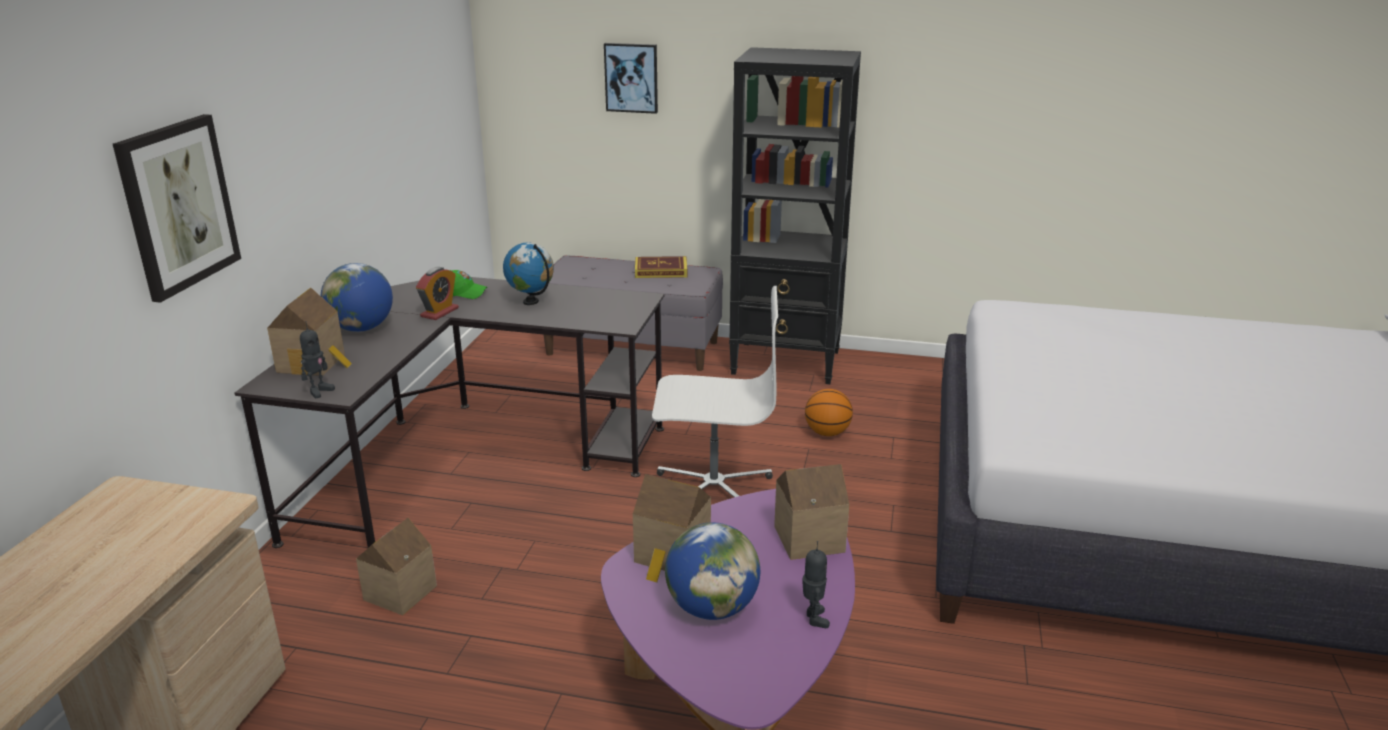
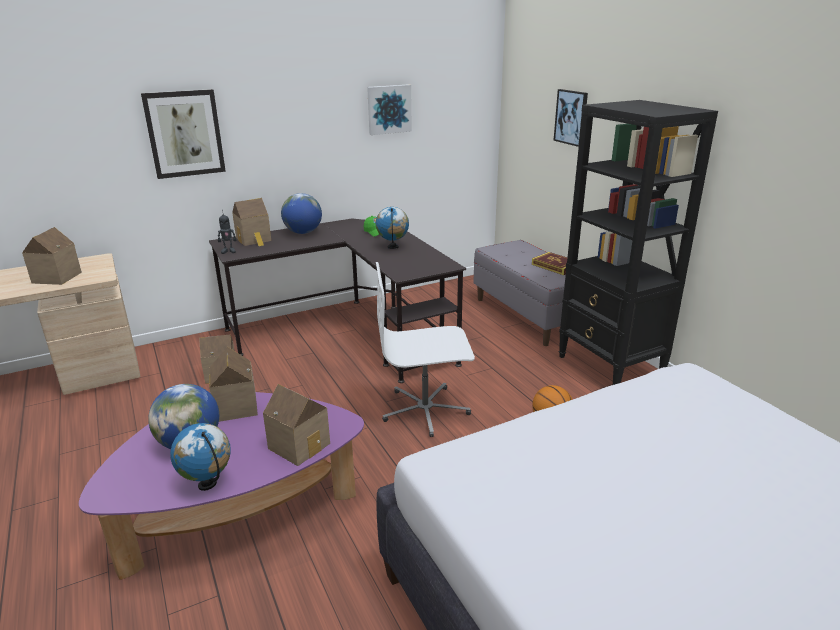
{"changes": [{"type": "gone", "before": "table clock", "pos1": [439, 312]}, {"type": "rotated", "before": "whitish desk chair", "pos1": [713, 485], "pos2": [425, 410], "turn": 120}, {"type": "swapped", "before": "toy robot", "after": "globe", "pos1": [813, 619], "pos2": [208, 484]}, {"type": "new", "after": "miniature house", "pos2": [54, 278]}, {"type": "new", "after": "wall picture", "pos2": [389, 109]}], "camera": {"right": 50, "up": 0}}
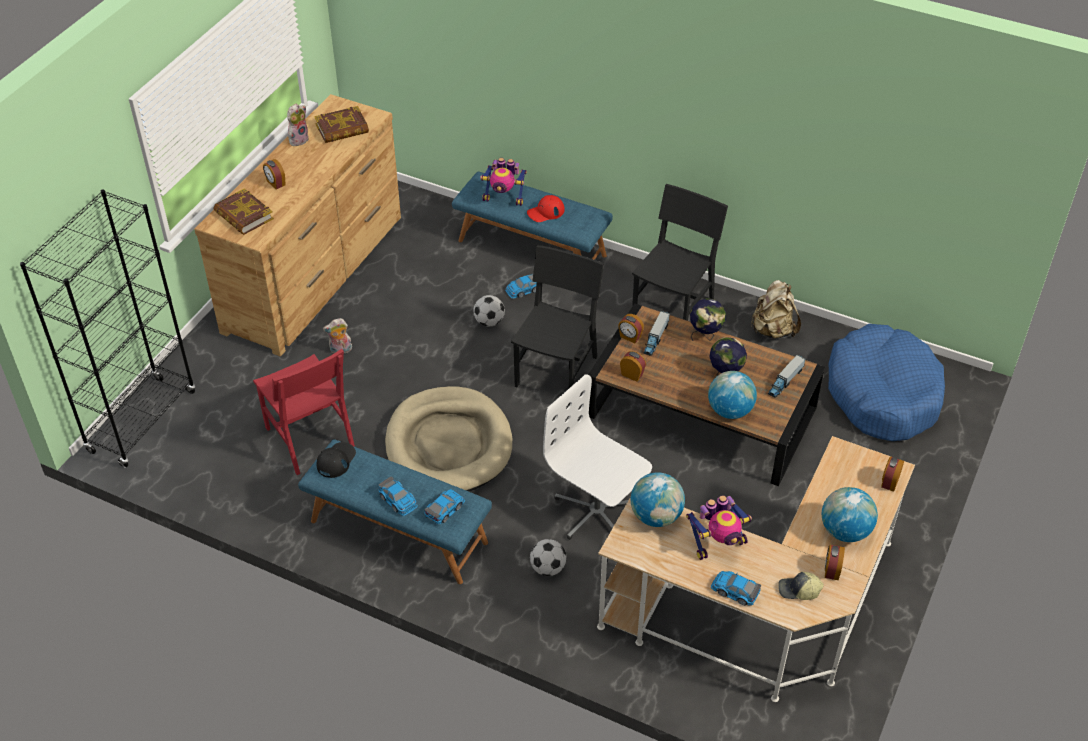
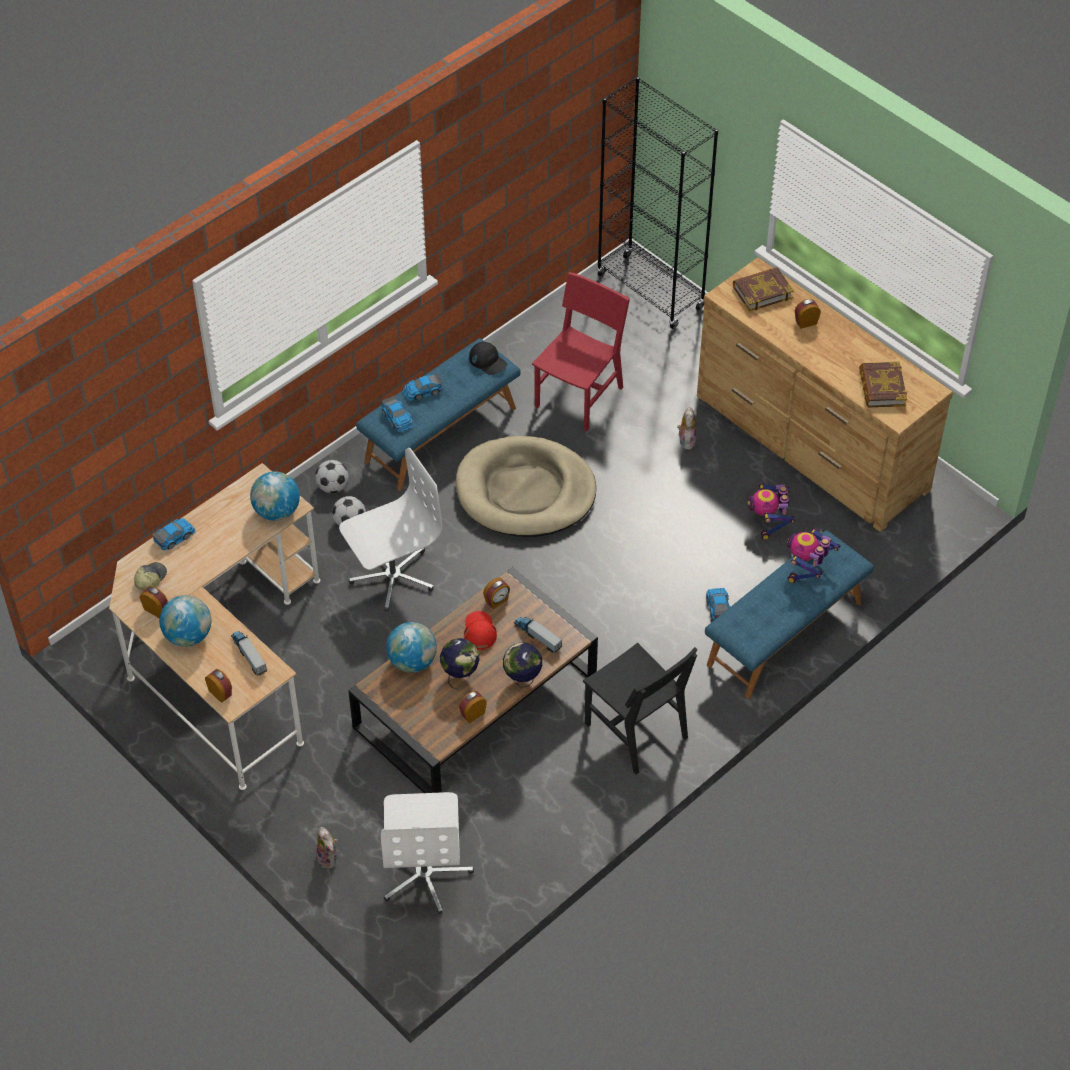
{"changes": [{"type": "rotated", "before": "red plain chair", "pos1": [309, 438], "pos2": [579, 397], "turn": 135}, {"type": "shifted", "before": "plush toy", "pos1": [298, 139], "pos2": [329, 858]}, {"type": "shifted", "before": "football ball", "pos1": [489, 322], "pos2": [333, 487]}, {"type": "gone", "before": "blackish plain chair", "pos1": [556, 371]}, {"type": "shifted", "before": "red peaked cap", "pos1": [545, 212], "pos2": [479, 631]}, {"type": "shifted", "before": "table clock", "pos1": [630, 337], "pos2": [472, 713]}, {"type": "shifted", "before": "toy robot", "pos1": [718, 544], "pos2": [768, 522]}, {"type": "gone", "before": "sand-coloured rucksack", "pos1": [773, 330]}, {"type": "shifted", "before": "model truck", "pos1": [785, 381], "pos2": [248, 655]}, {"type": "swapped", "before": "blue pet bed", "after": "whitish desk chair", "pos1": [883, 394], "pos2": [425, 873]}], "camera": {"right": 110, "up": 5}}
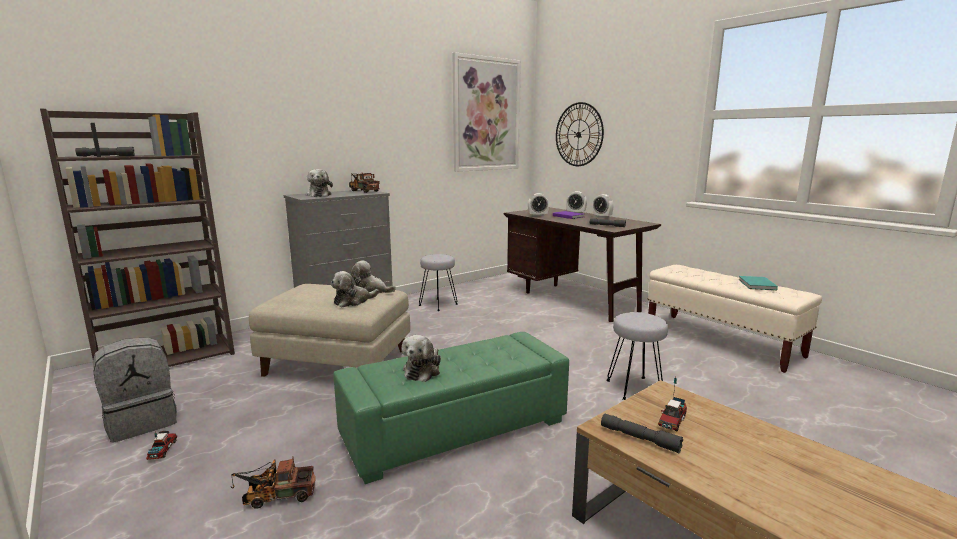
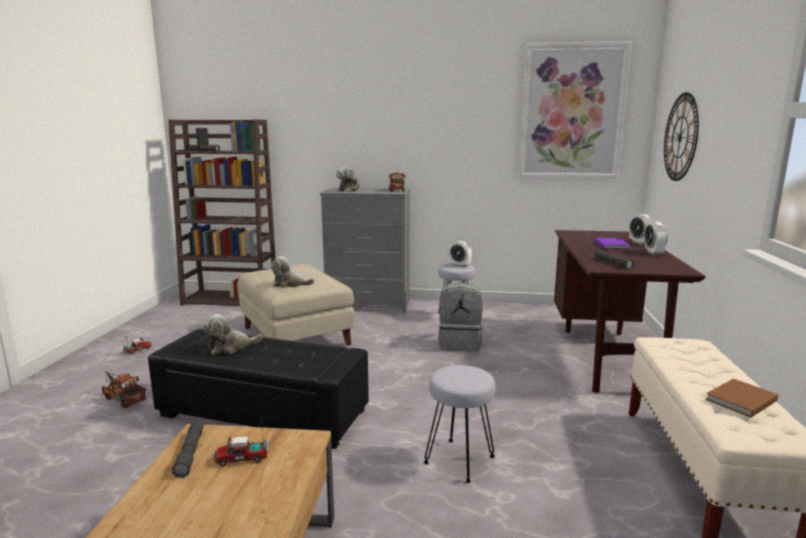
{"changes": [{"type": "shifted", "before": "gray rucksack", "pos1": [142, 421], "pos2": [460, 343]}, {"type": "repainted", "before": "green pouffe", "after": "blackish pouffe", "pos1": [455, 429], "pos2": [263, 412]}, {"type": "gone", "before": "plush toy", "pos1": [371, 291]}, {"type": "shifted", "before": "table clock", "pos1": [537, 215], "pos2": [460, 265]}, {"type": "repainted", "before": "blue-green book", "after": "brownish book", "pos1": [756, 285], "pos2": [739, 400]}], "camera": {"right": 45, "up": 0}}
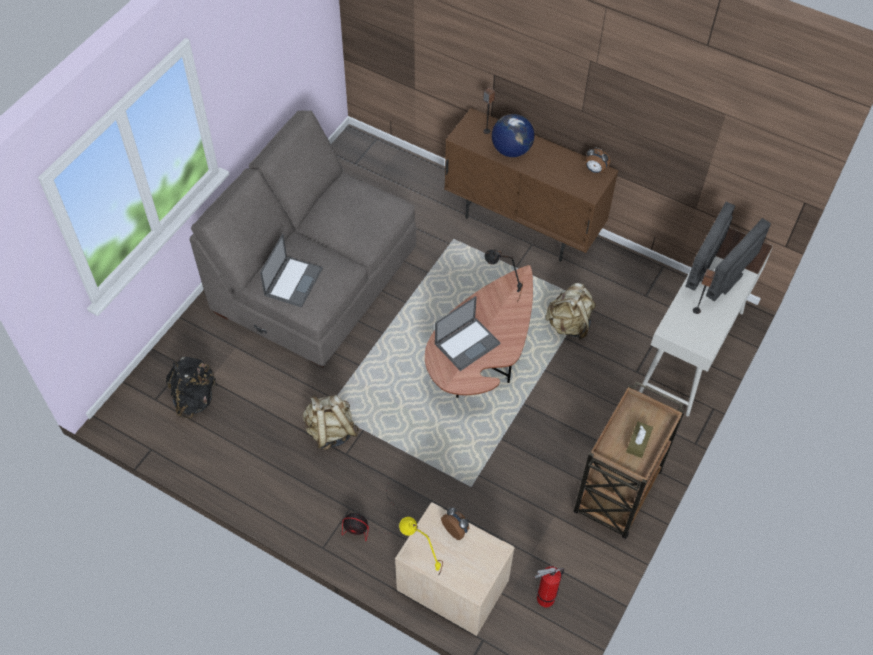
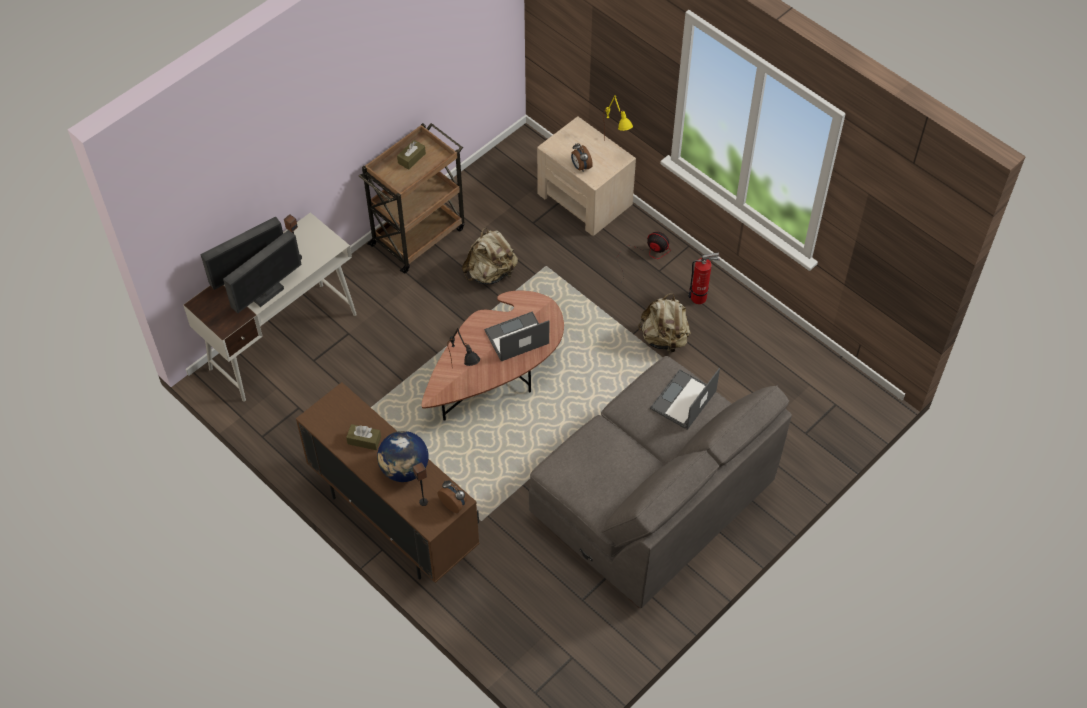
{"changes": [{"type": "gone", "before": "blackish rucksack", "pos1": [195, 398]}, {"type": "shifted", "before": "fire-fighting cylinder", "pos1": [543, 599], "pos2": [701, 297]}, {"type": "shifted", "before": "sand-coloured rucksack", "pos1": [569, 324], "pos2": [490, 273]}, {"type": "shifted", "before": "table clock", "pos1": [595, 170], "pos2": [454, 504]}, {"type": "new", "after": "brownish tissue holder", "pos2": [364, 440]}], "camera": {"right": -165, "up": 0}}
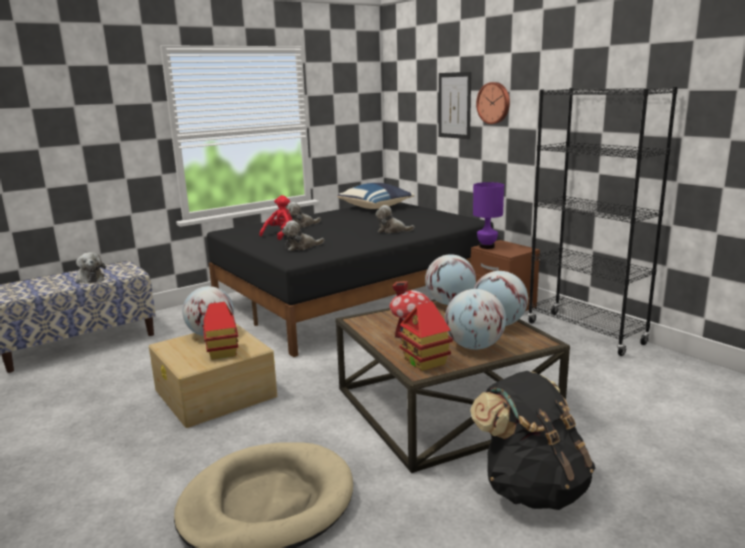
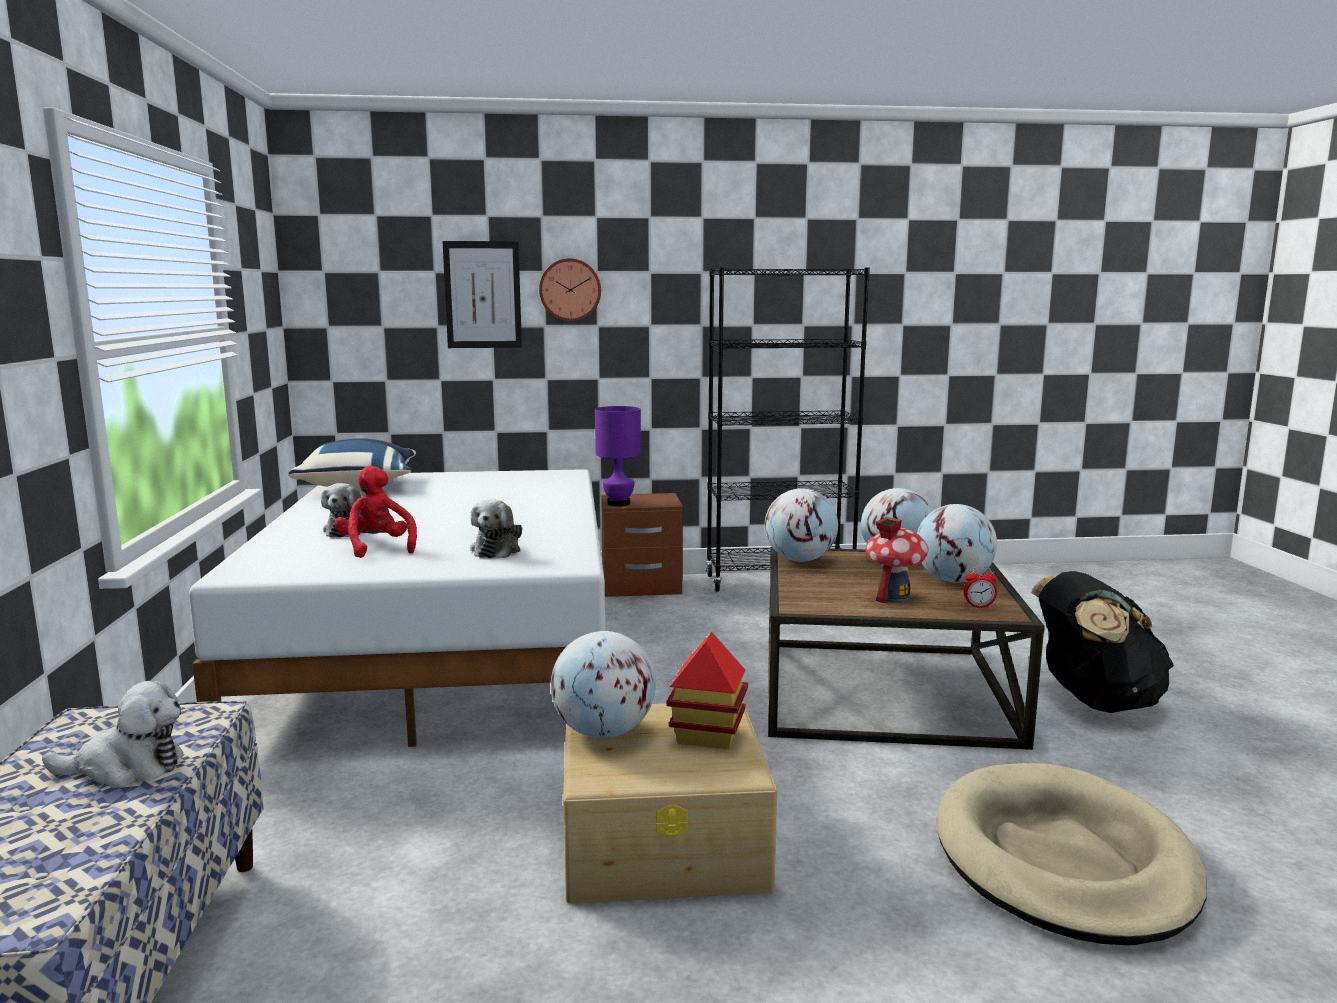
{"changes": [{"type": "repainted", "before": "blackish bed", "after": "whitish bed", "pos1": [354, 298], "pos2": [446, 649]}, {"type": "gone", "before": "plush toy", "pos1": [392, 230]}, {"type": "swapped", "before": "miniature house", "after": "table clock", "pos1": [425, 362], "pos2": [979, 606]}], "camera": {"right": -60, "up": -5}}
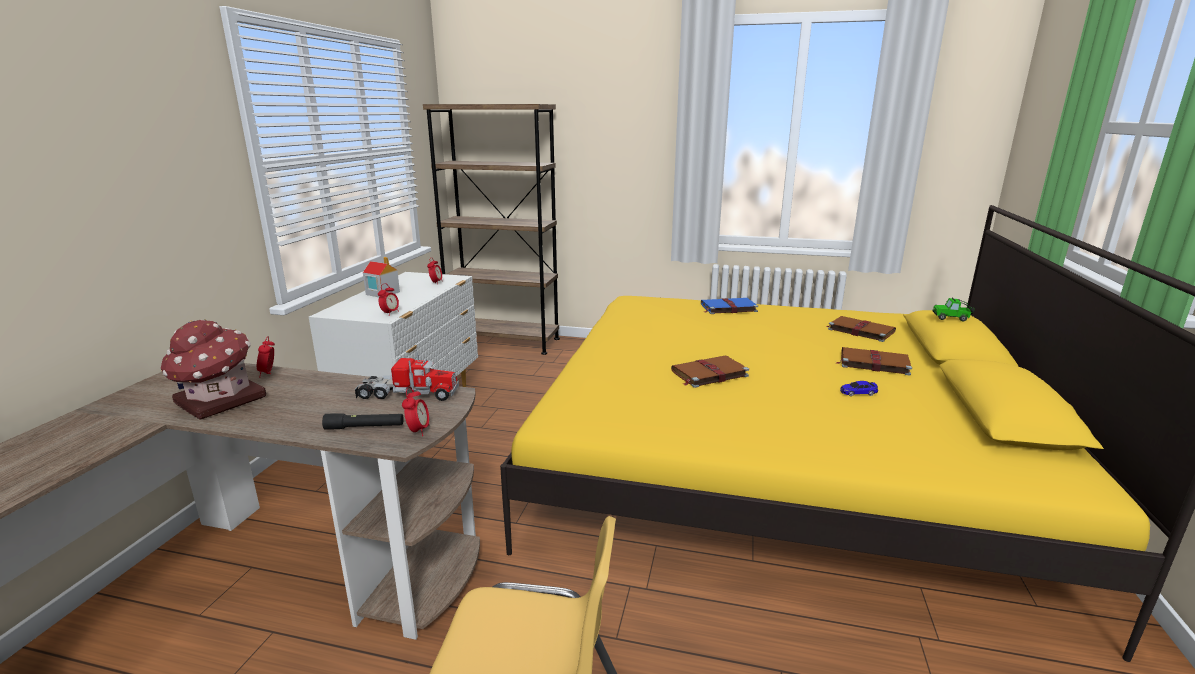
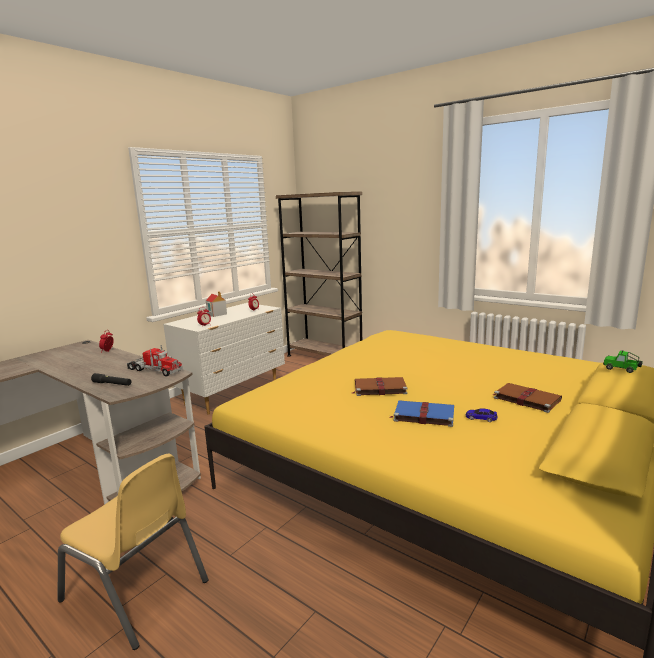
{"changes": [{"type": "gone", "before": "miniature house", "pos1": [218, 401]}, {"type": "gone", "before": "table clock", "pos1": [418, 431]}, {"type": "shifted", "before": "blue book", "pos1": [727, 308], "pos2": [423, 415]}, {"type": "gone", "before": "brownish book", "pos1": [859, 330]}], "camera": {"right": 25, "up": -5}}
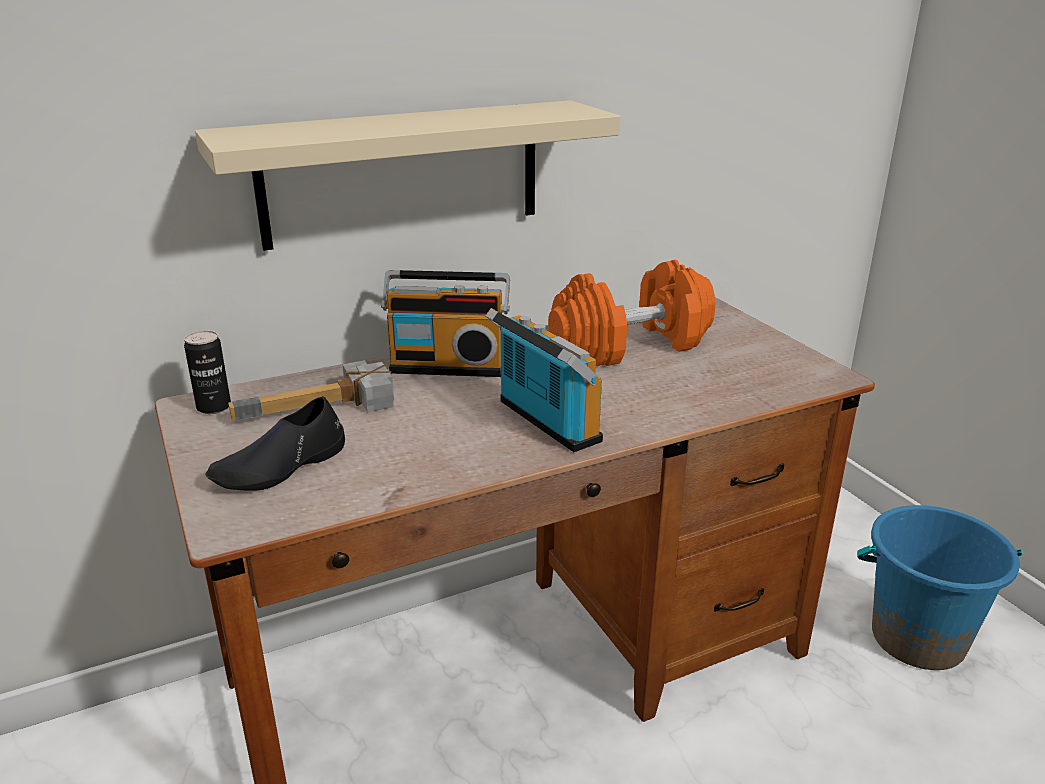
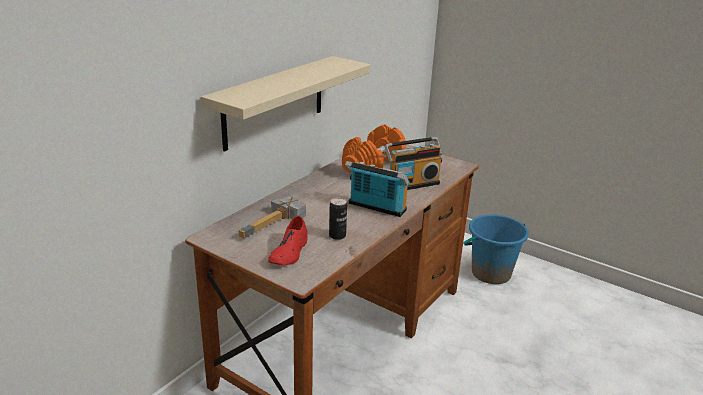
{"changes": [{"type": "shifted", "before": "metal can", "pos1": [214, 407], "pos2": [337, 236]}, {"type": "repainted", "before": "blackish low shoe", "after": "red low shoe", "pos1": [280, 467], "pos2": [289, 252]}, {"type": "shifted", "before": "radio receiver", "pos1": [448, 365], "pos2": [412, 184]}], "camera": {"right": -30, "up": 0}}
